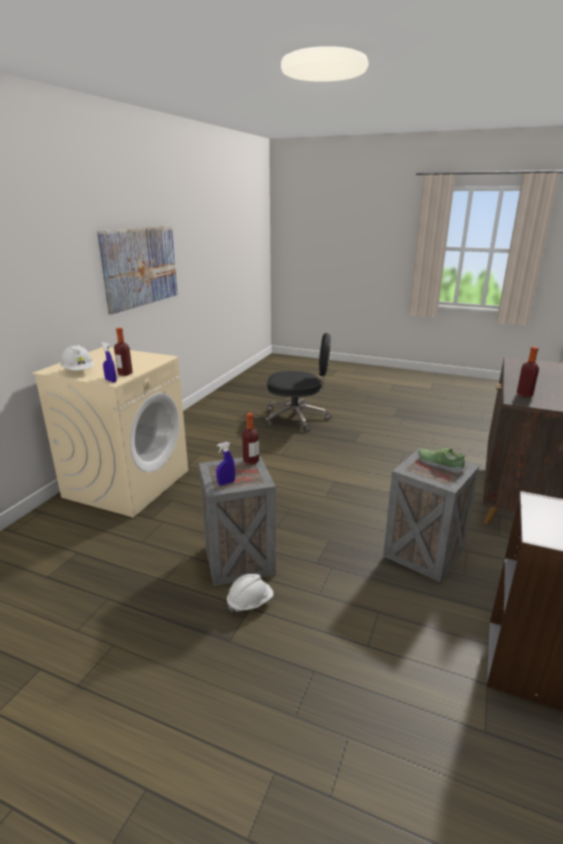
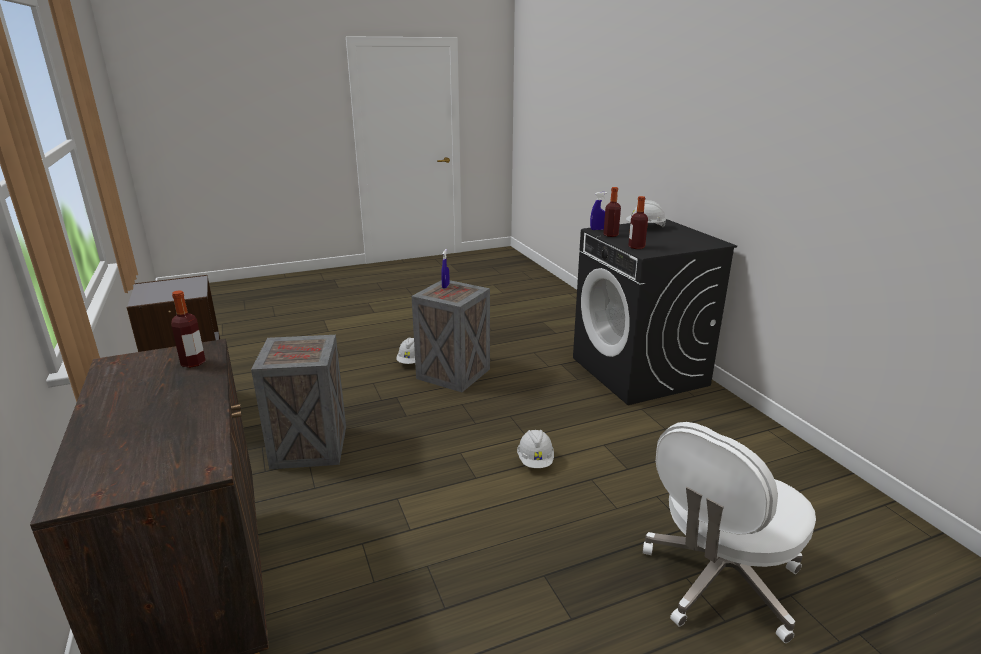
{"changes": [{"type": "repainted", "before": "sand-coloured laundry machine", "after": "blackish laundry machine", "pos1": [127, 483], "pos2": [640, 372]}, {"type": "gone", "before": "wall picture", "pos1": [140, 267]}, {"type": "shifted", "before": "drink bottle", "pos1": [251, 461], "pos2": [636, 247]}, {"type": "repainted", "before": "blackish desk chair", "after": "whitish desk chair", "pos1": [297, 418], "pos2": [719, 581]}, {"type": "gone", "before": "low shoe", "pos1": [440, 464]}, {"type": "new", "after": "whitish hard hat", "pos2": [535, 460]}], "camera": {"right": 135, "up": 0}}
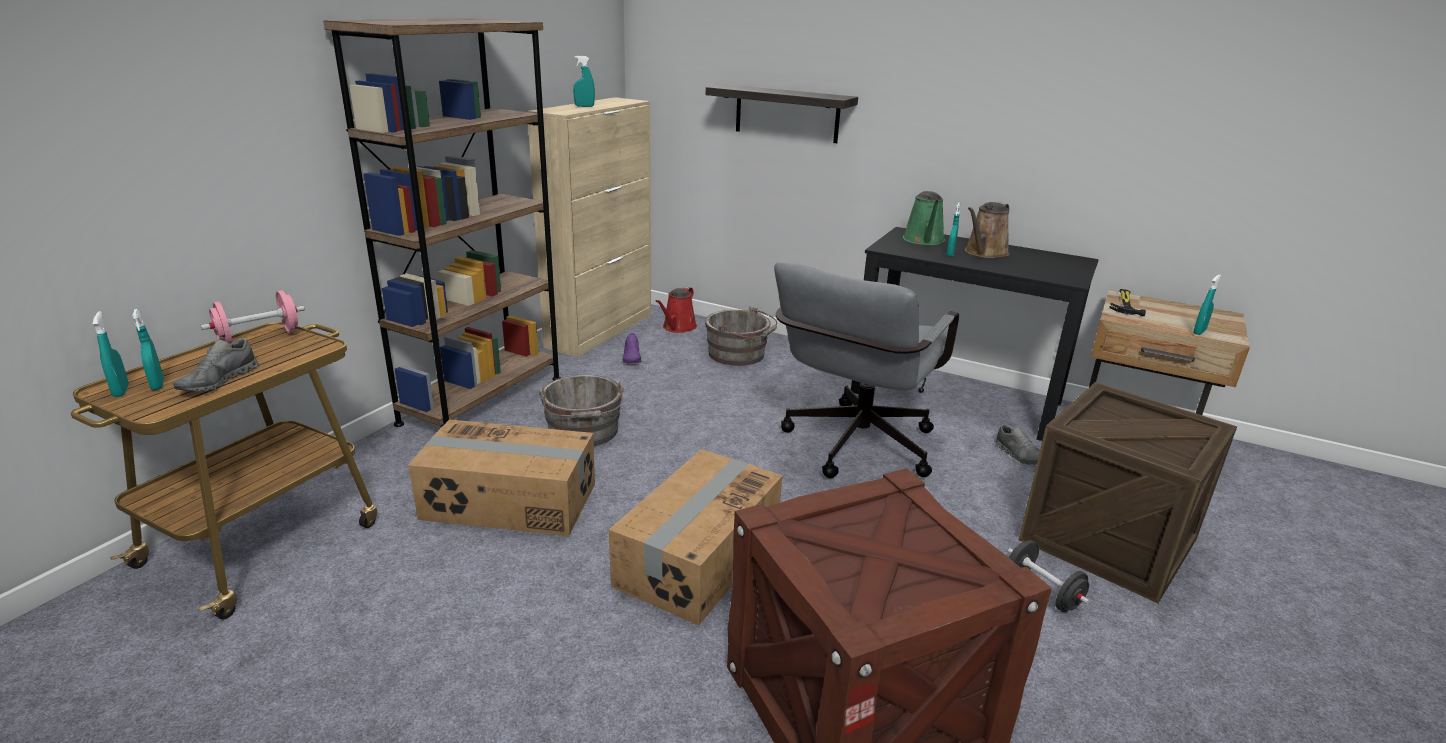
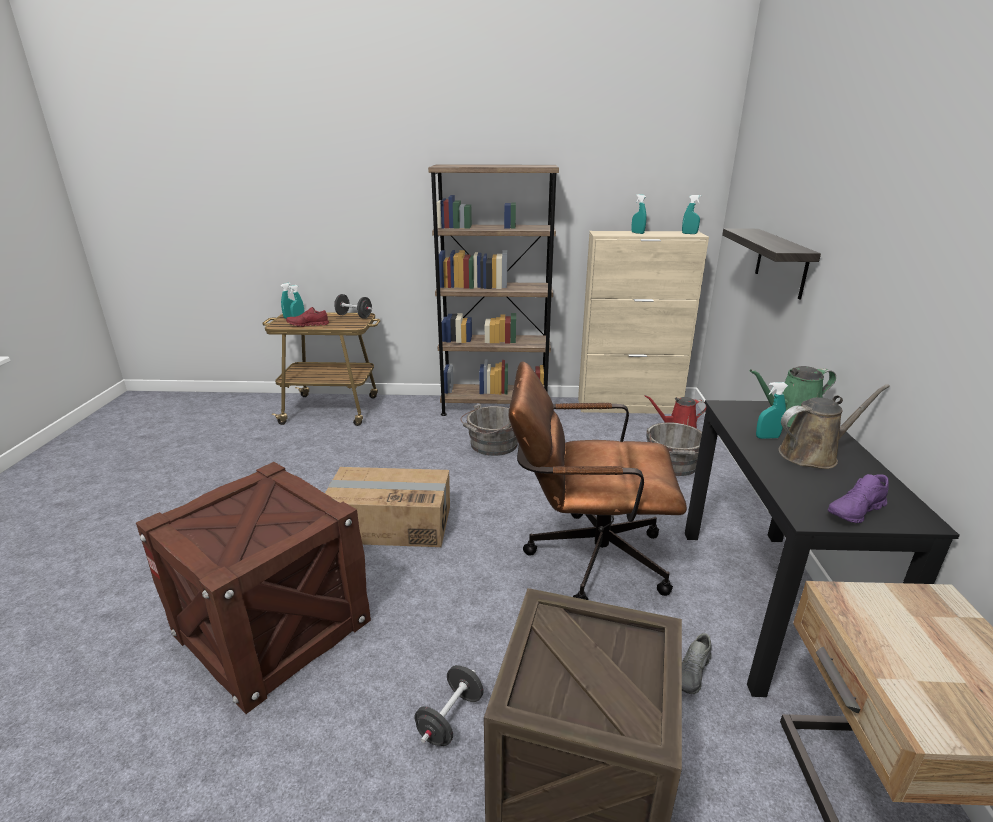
{"changes": [{"type": "repainted", "before": "gray low shoe", "after": "red low shoe", "pos1": [219, 381], "pos2": [308, 325]}, {"type": "repainted", "before": "pinkish dumbbell", "after": "blackish dumbbell", "pos1": [259, 337], "pos2": [354, 316]}, {"type": "gone", "before": "carton", "pos1": [509, 502]}, {"type": "shifted", "before": "purplish low shoe", "pos1": [632, 358], "pos2": [856, 511]}, {"type": "repainted", "before": "gray desk chair", "after": "brownish desk chair", "pos1": [853, 449], "pos2": [585, 557]}, {"type": "rotated", "before": "brownish watering can", "pos1": [984, 253], "pos2": [812, 454], "turn": 150}, {"type": "gone", "before": "hand hammer", "pos1": [1125, 303]}, {"type": "shifted", "before": "blue-green sprayer", "pos1": [1199, 332], "pos2": [689, 233]}], "camera": {"right": 65, "up": 0}}
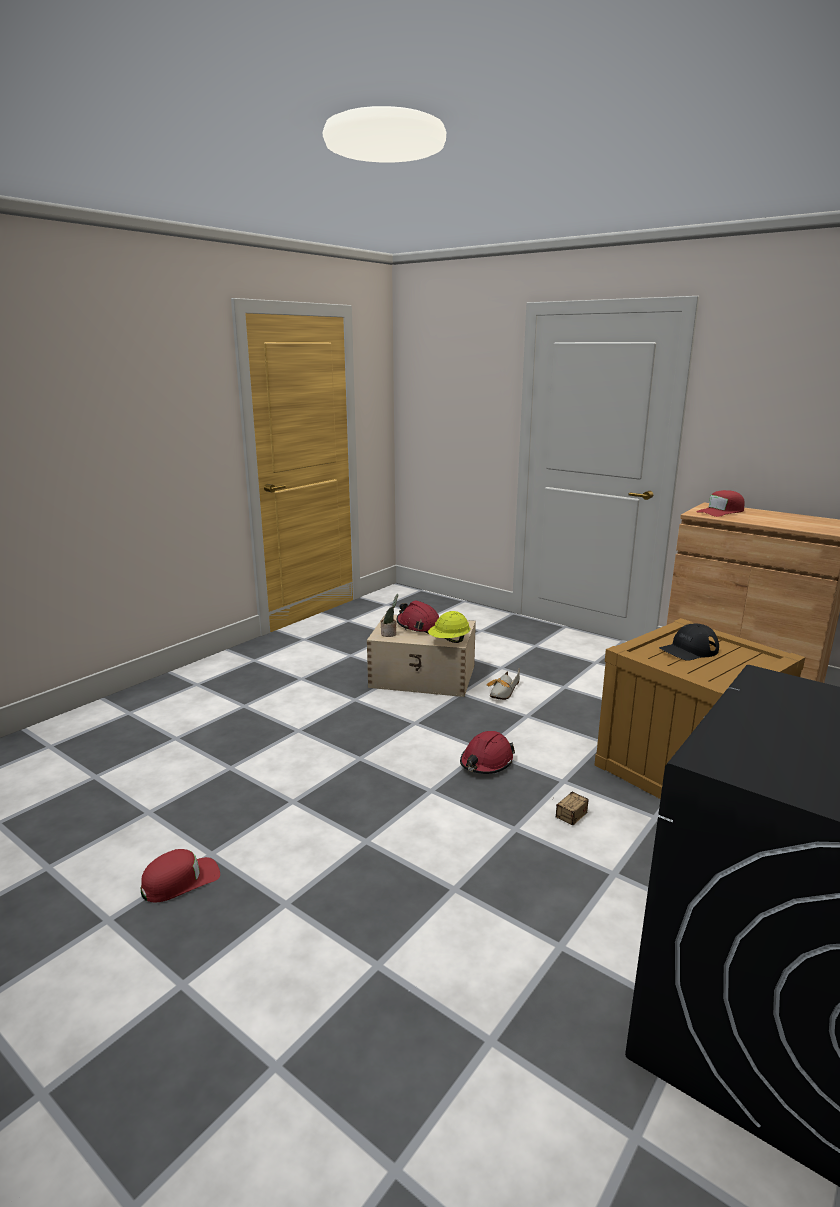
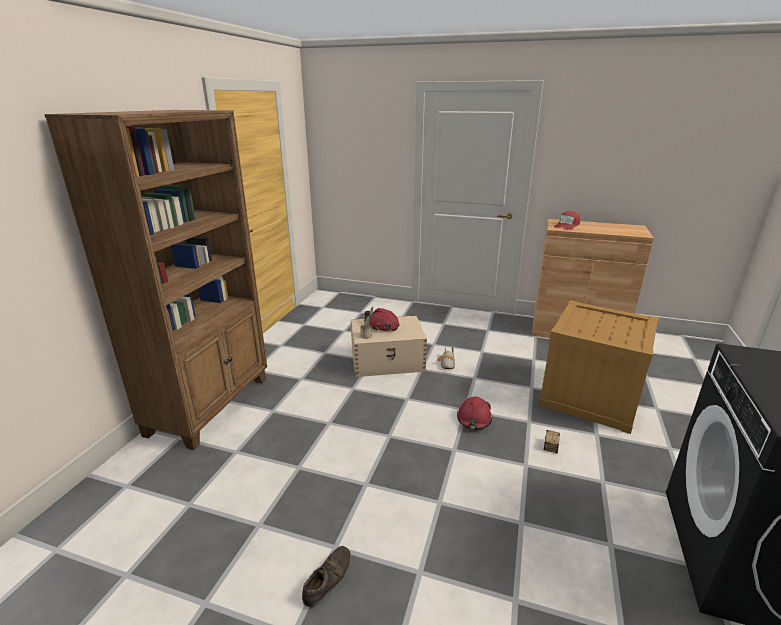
{"changes": [{"type": "swapped", "before": "red peaked cap", "after": "brownish low shoe", "pos1": [181, 881], "pos2": [328, 579]}, {"type": "gone", "before": "yellowish hard hat", "pos1": [449, 641]}, {"type": "gone", "before": "blackish peaked cap", "pos1": [689, 650]}, {"type": "new", "after": "brownish bookshelf", "pos2": [211, 405]}], "camera": {"right": -20, "up": 5}}
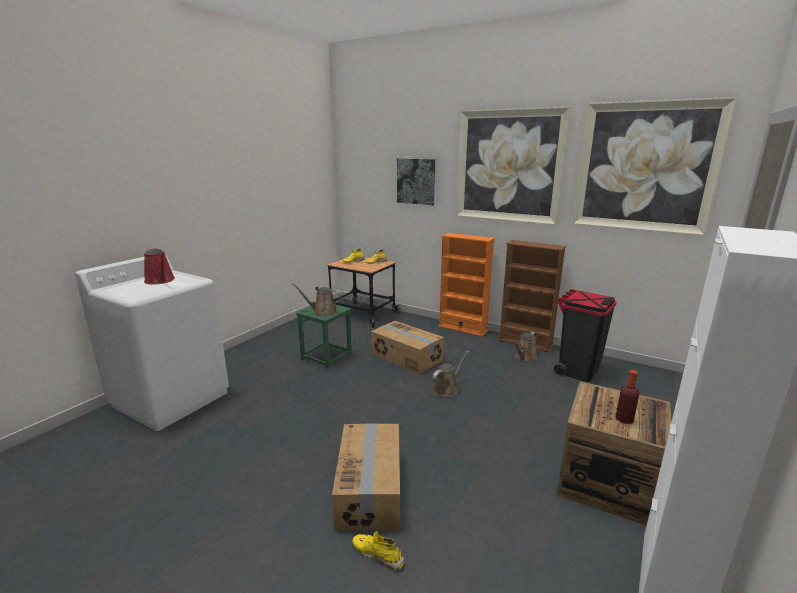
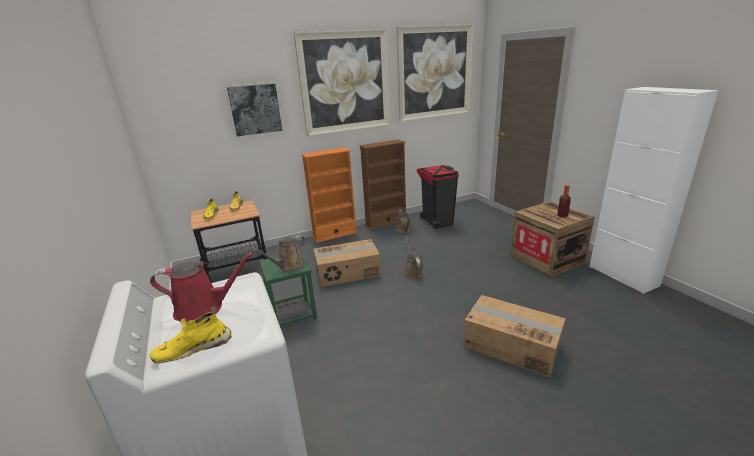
{"changes": [{"type": "shifted", "before": "yellowish low shoe", "pos1": [378, 554], "pos2": [193, 348]}], "camera": {"right": -55, "up": 5}}
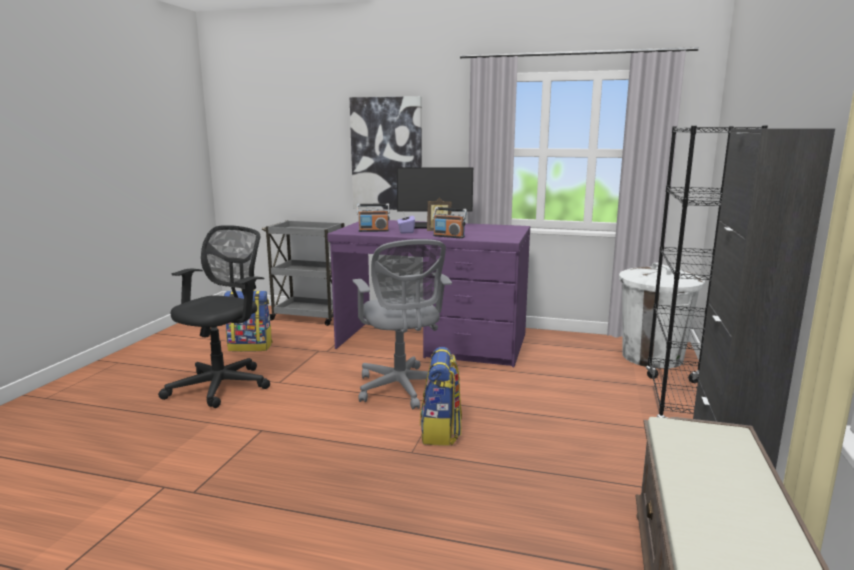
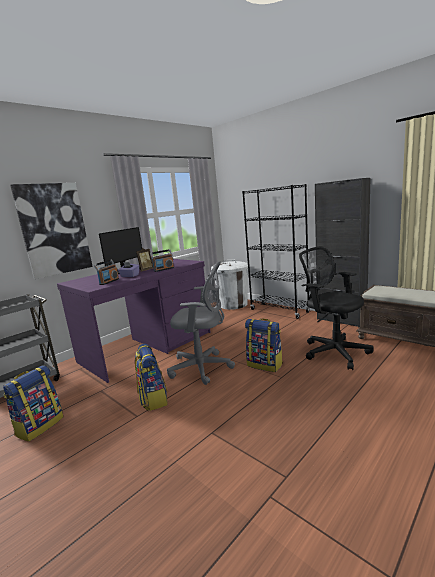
{"changes": [{"type": "shifted", "before": "blackish desk chair", "pos1": [223, 385], "pos2": [333, 351]}, {"type": "new", "after": "rucksack", "pos2": [153, 399]}], "camera": {"right": -60, "up": 0}}
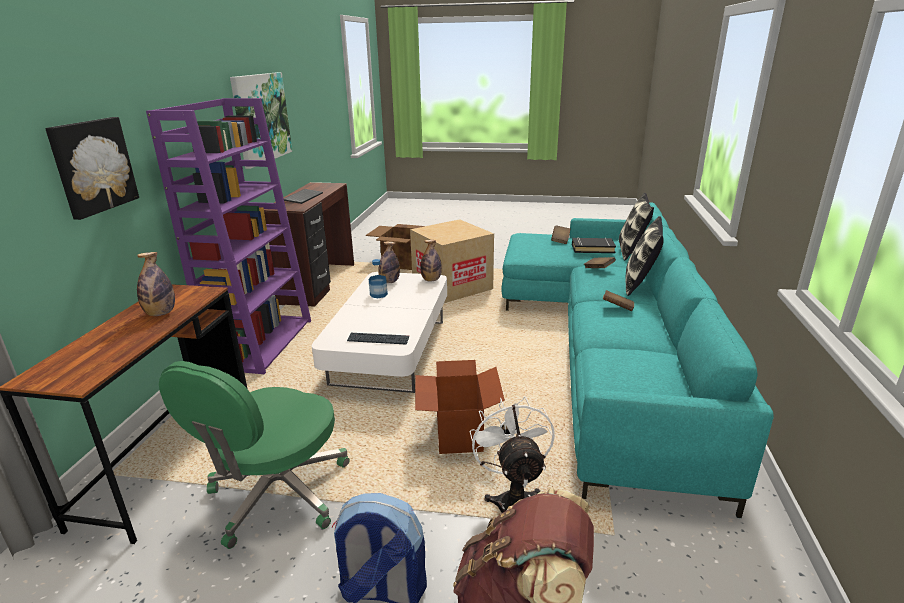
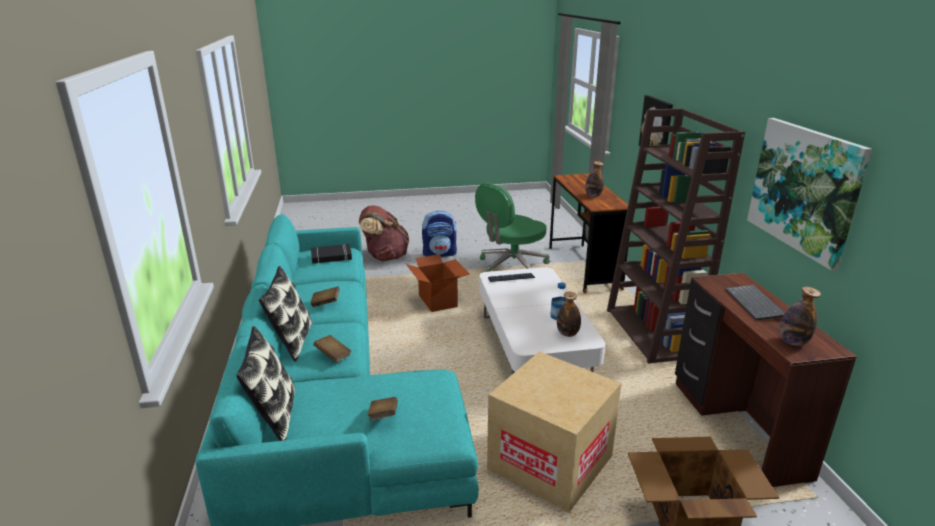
{"changes": [{"type": "repainted", "before": "purplish bookshelf", "after": "brownish bookshelf", "pos1": [262, 343], "pos2": [652, 334]}, {"type": "rotated", "before": "green desk chair", "pos1": [277, 495], "pos2": [511, 266], "turn": -135}, {"type": "shifted", "before": "drink bottle", "pos1": [431, 280], "pos2": [792, 342]}, {"type": "gone", "before": "whitish fan", "pos1": [513, 500]}, {"type": "shifted", "before": "blackish book", "pos1": [592, 248], "pos2": [331, 257]}], "camera": {"right": 160, "up": 0}}
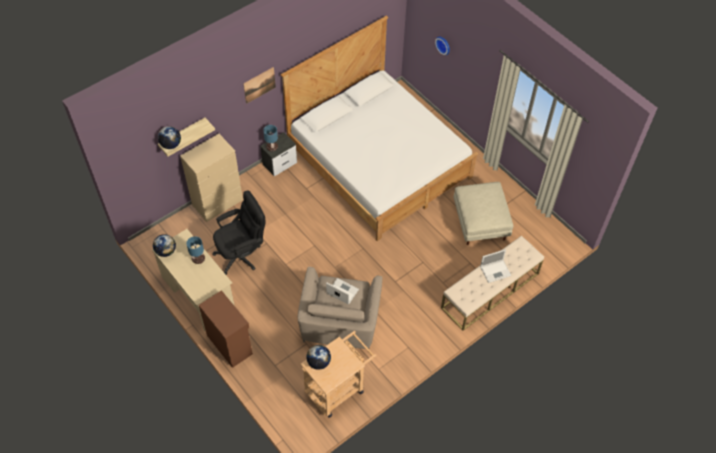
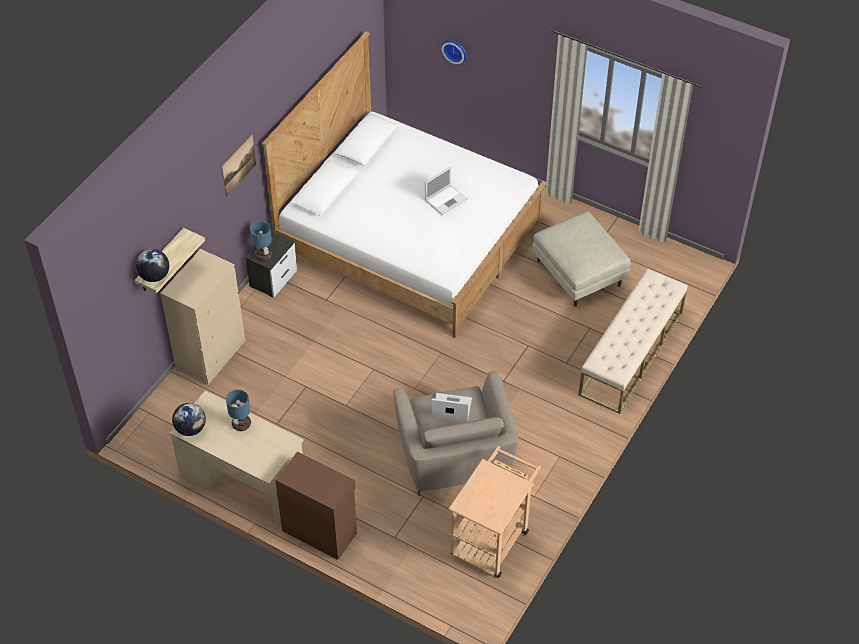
{"changes": [{"type": "gone", "before": "blackish desk chair", "pos1": [242, 254]}, {"type": "gone", "before": "globe", "pos1": [318, 362]}, {"type": "shifted", "before": "notebook computer", "pos1": [496, 271], "pos2": [446, 199]}], "camera": {"right": -20, "up": -5}}
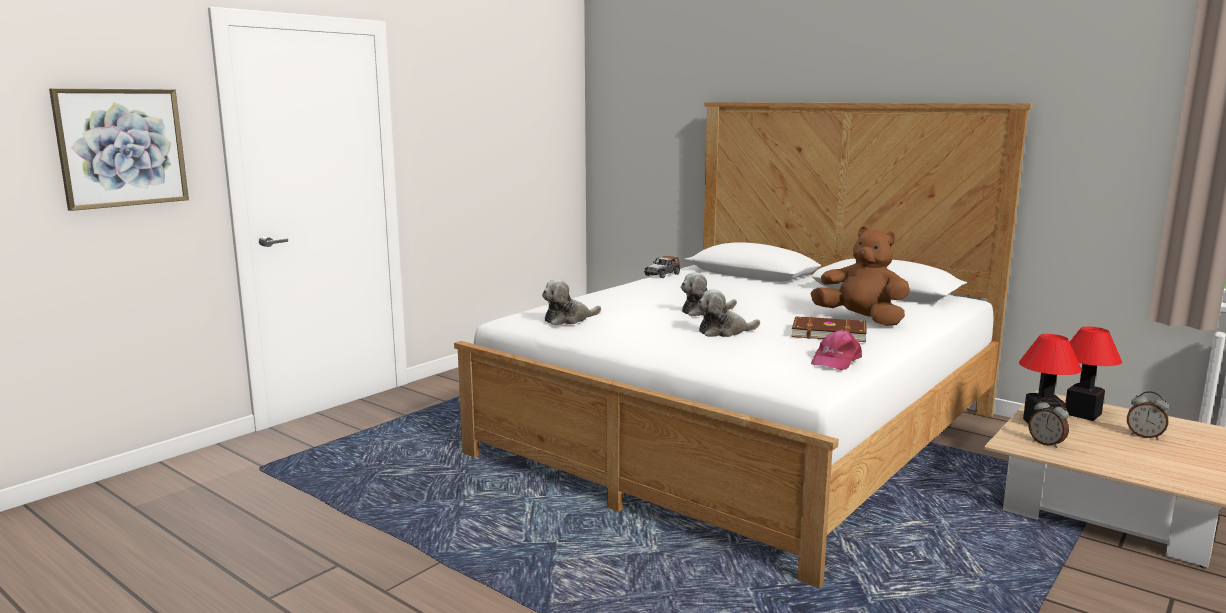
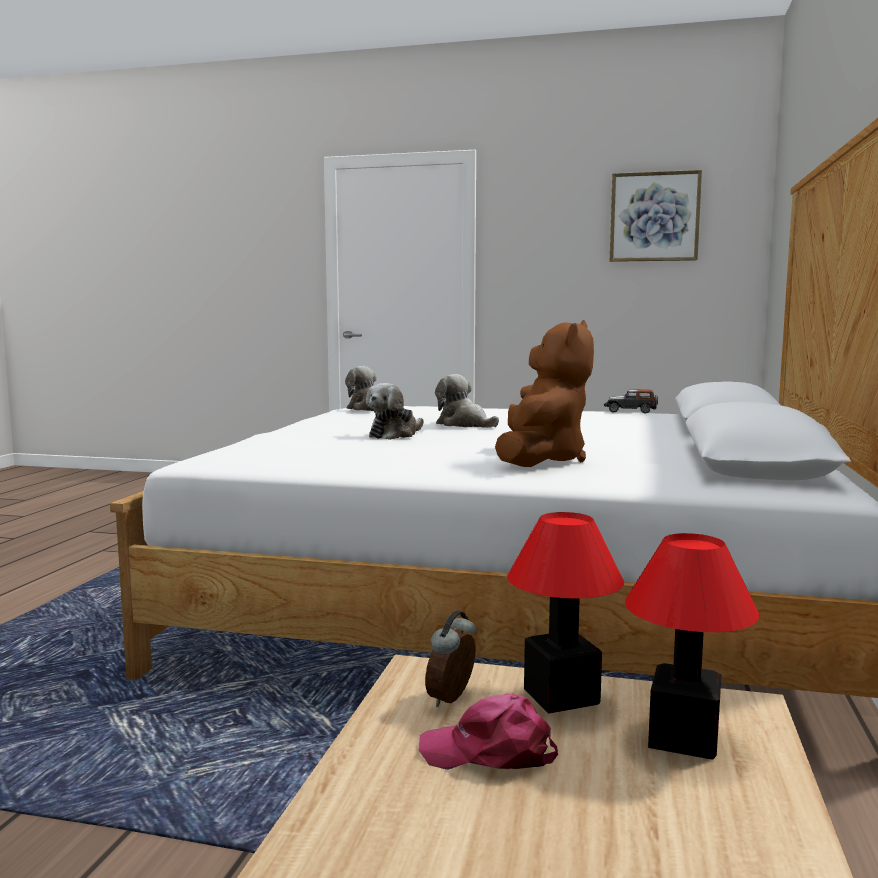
{"changes": [{"type": "shifted", "before": "wall picture", "pos1": [122, 147], "pos2": [654, 217]}, {"type": "rotated", "before": "plush toy", "pos1": [724, 332], "pos2": [395, 435], "turn": -105}, {"type": "gone", "before": "brownish book", "pos1": [828, 333]}, {"type": "shifted", "before": "pinkish peaked cap", "pos1": [835, 360], "pos2": [490, 752]}, {"type": "gone", "before": "table clock", "pos1": [1144, 436]}], "camera": {"right": 65, "up": -5}}
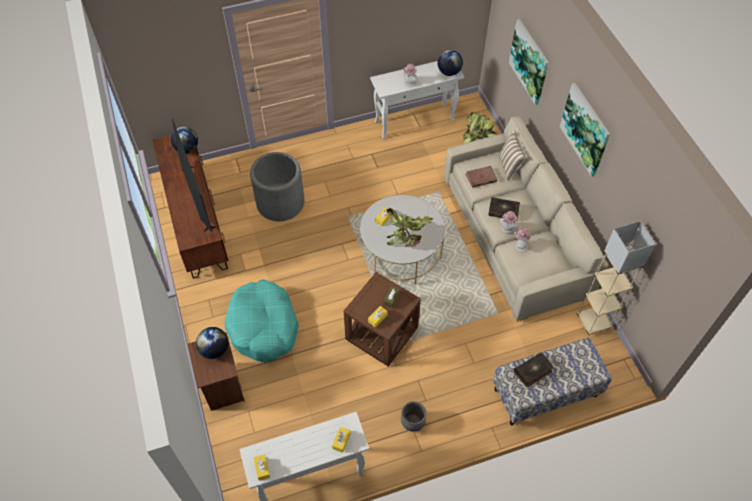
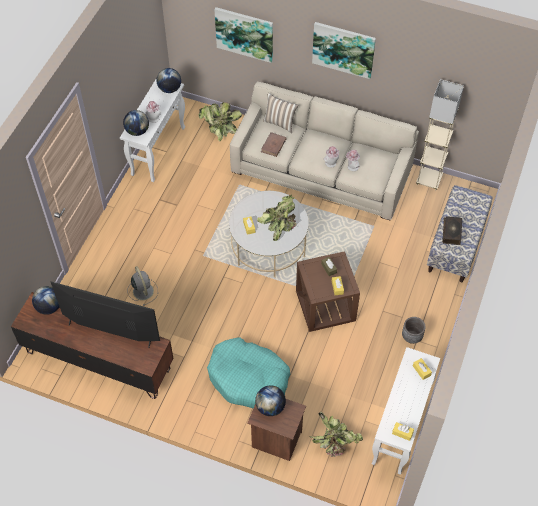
{"changes": [{"type": "swapped", "before": "gray planter", "after": "gray fan", "pos1": [280, 202], "pos2": [143, 290]}, {"type": "gone", "before": "book", "pos1": [503, 211]}, {"type": "new", "after": "globe", "pos2": [137, 131]}, {"type": "new", "after": "potted plant", "pos2": [335, 443]}], "camera": {"right": -50, "up": 0}}
